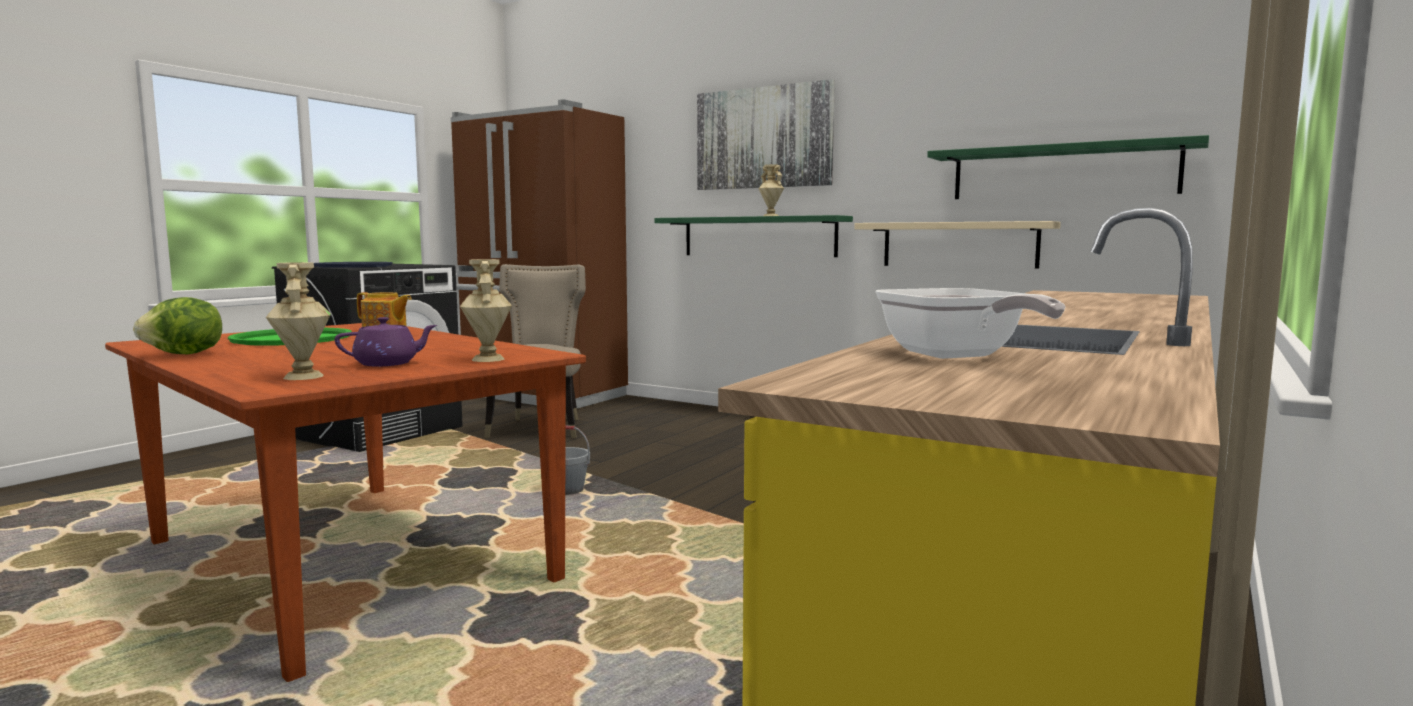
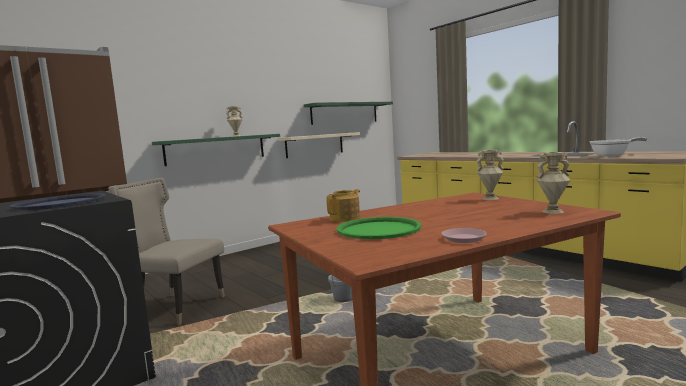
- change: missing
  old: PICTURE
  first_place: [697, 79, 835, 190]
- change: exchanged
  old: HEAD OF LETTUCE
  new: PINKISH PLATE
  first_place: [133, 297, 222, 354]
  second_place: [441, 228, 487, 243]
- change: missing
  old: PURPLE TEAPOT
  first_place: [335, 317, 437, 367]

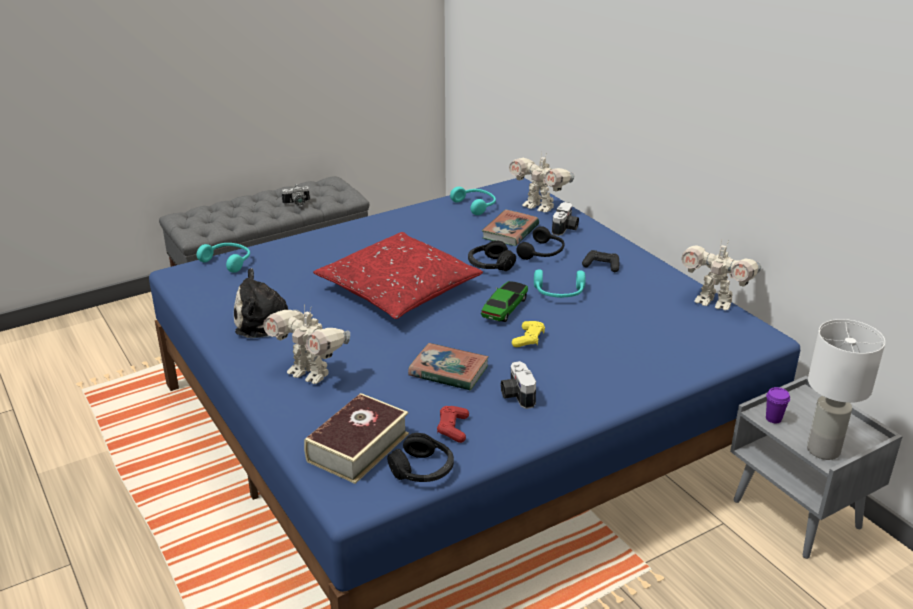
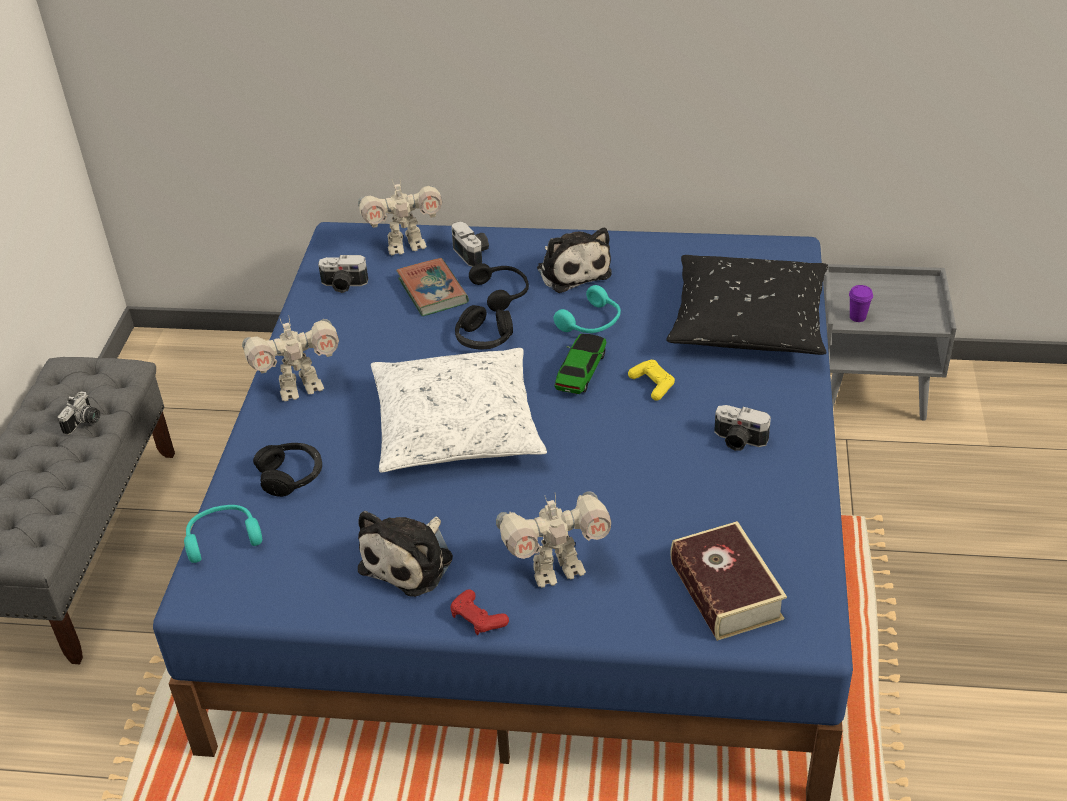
- change: exchanged
  old: BLUE-GREEN HEADPHONES
  new: STILL CAMERA
  first_place: [450, 187, 496, 215]
  second_place: [318, 255, 368, 293]
- change: colour
  old: RED PILLOW
  new: WHITE-COLOURED PILLOW
  first_place: [313, 232, 483, 319]
  second_place: [371, 348, 547, 473]
- change: relocated
  old: ROBOT FIGURE
  first_place: [681, 239, 761, 310]
  second_place: [242, 319, 339, 401]
- change: exchanged
  old: BLACK-COLOURED GAME CONTROLLER
  new: CUDDLY TOY
  first_place: [582, 250, 619, 272]
  second_place: [537, 228, 612, 293]
- change: spun
  old: TOY CAR
  first_place: [481, 281, 528, 322]
  second_place: [554, 334, 606, 394]
  degrees: 45
- change: missing
  old: WHITE-COLOURED TABLETOP LAMP
  first_place: [807, 319, 885, 460]
- change: missing
  old: VOLUME
  first_place: [408, 343, 489, 391]
- change: relocated
  old: RED GAME CONTROLLER
  first_place: [437, 406, 469, 443]
  second_place: [450, 589, 509, 635]
- change: relocated
  old: BLACK-COLOURED HEADPHONES
  first_place: [387, 433, 454, 482]
  second_place: [253, 443, 322, 497]
- change: appeared
  new: BLACK-COLOURED PILLOW
  second_place: [666, 255, 828, 355]

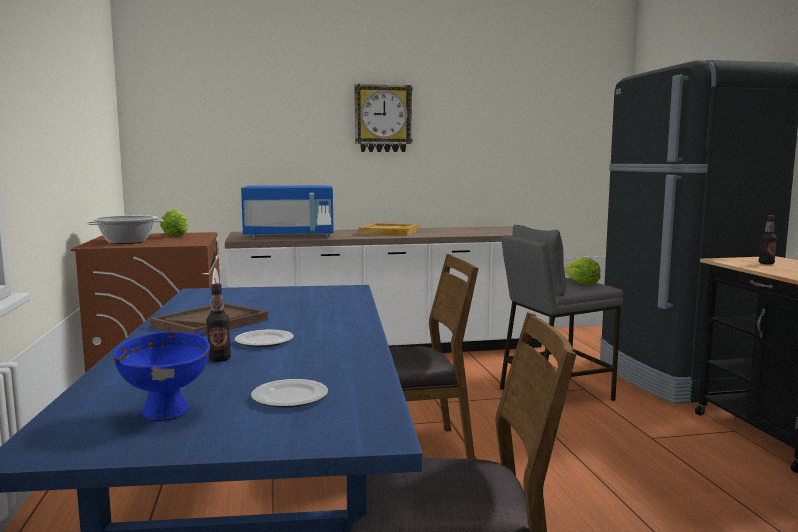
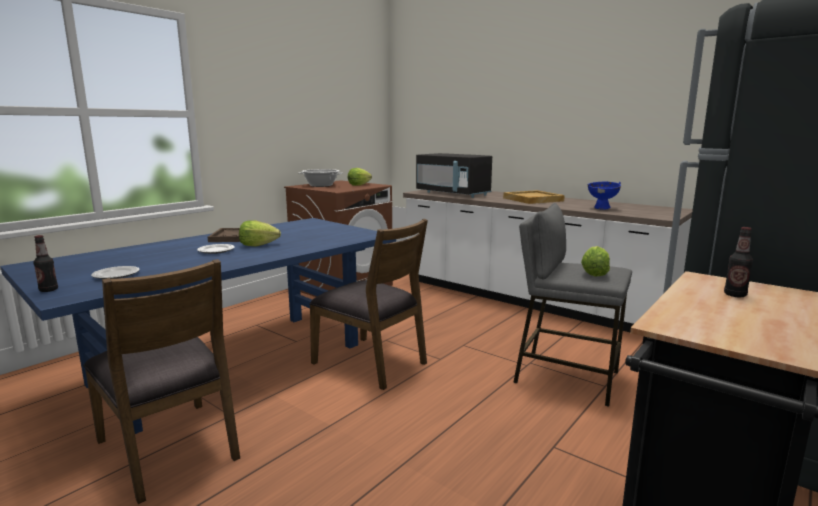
- change: missing
  old: CLOCK ON THE WALL
  first_place: [354, 84, 413, 152]
- change: colour
  old: BLUE-COLOURED KITCHEN MICROWAVE
  new: BLACK-COLOURED KITCHEN MICROWAVE
  first_place: [241, 186, 334, 238]
  second_place: [416, 153, 492, 198]
- change: relocated
  old: BEVERAGE BOTTLE
  first_place: [207, 284, 231, 362]
  second_place: [33, 235, 58, 292]
- change: relocated
  old: BLUE-COLOURED SERVING BOWL
  first_place: [113, 330, 210, 421]
  second_place: [587, 182, 621, 210]
- change: appeared
  new: HEAD OF LETTUCE
  second_place: [239, 220, 281, 246]

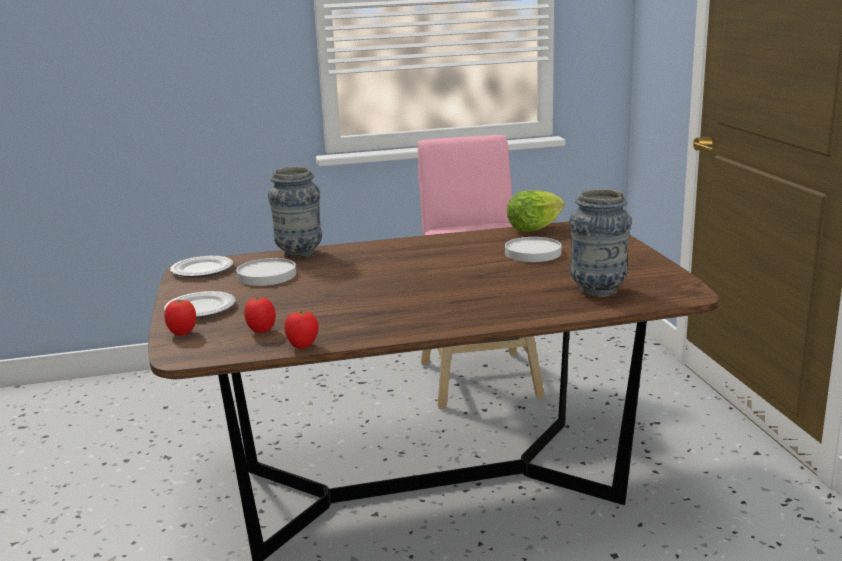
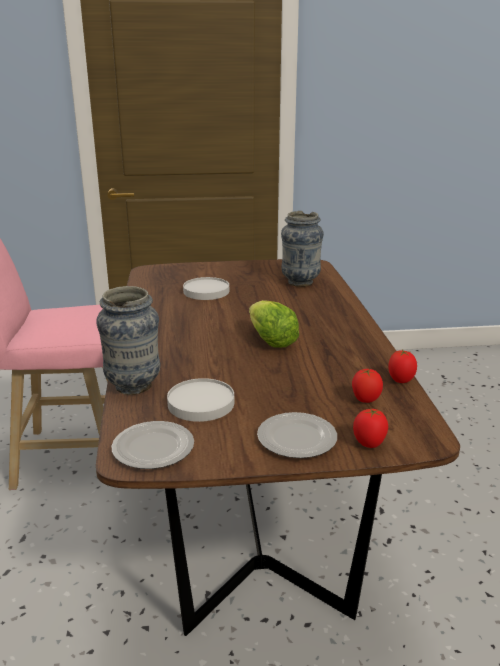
- change: relocated
  old: HEAD OF LETTUCE
  first_place: [507, 190, 565, 232]
  second_place: [249, 300, 299, 348]

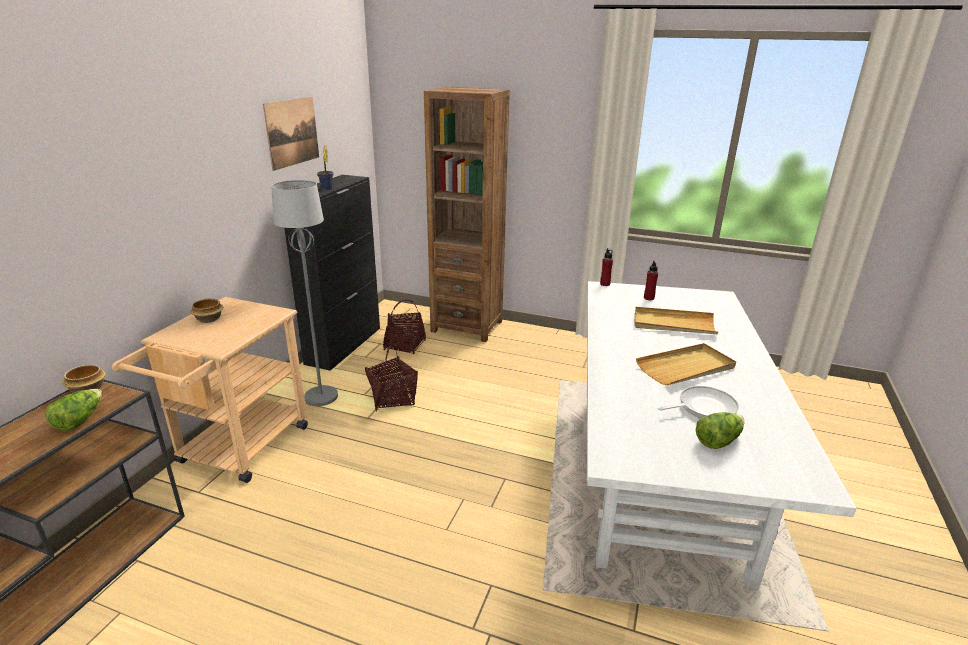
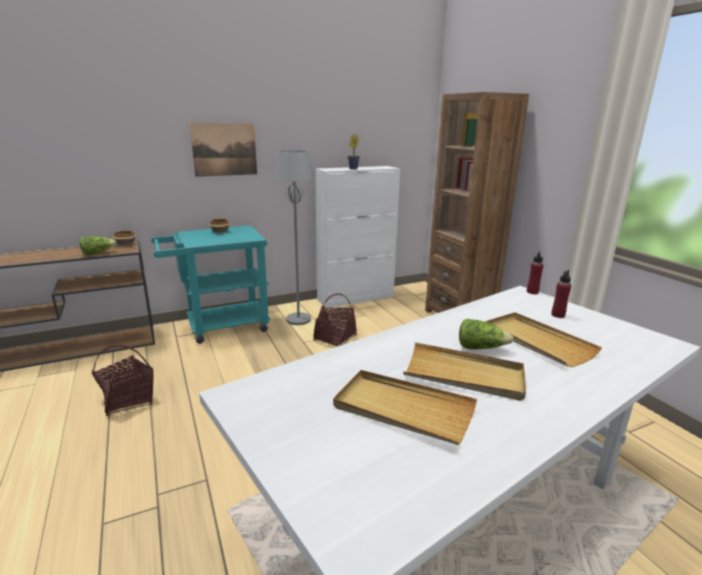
- change: relocated
  old: PICTURE
  first_place: [263, 97, 319, 171]
  second_place: [189, 123, 257, 177]
- change: colour
  old: BLACK-COLOURED STORAGE CABINET
  new: WHITE-COLOURED STORAGE CABINET
  first_place: [284, 175, 380, 371]
  second_place: [315, 166, 400, 308]
- change: colour
  old: BEIGE-COLOURED CART
  new: BLUE-GREEN CART
  first_place: [112, 297, 308, 483]
  second_place: [151, 225, 271, 344]
- change: relocated
  old: HOUSEHOLD BASKET
  first_place: [383, 299, 426, 354]
  second_place: [91, 345, 154, 416]
- change: exchanged
  old: SKILLET
  new: BEIGE-COLOURED TRAY
  first_place: [658, 386, 739, 419]
  second_place: [333, 370, 477, 445]
- change: relocated
  old: HEAD OF LETTUCE
  first_place: [696, 412, 744, 449]
  second_place: [459, 319, 513, 350]

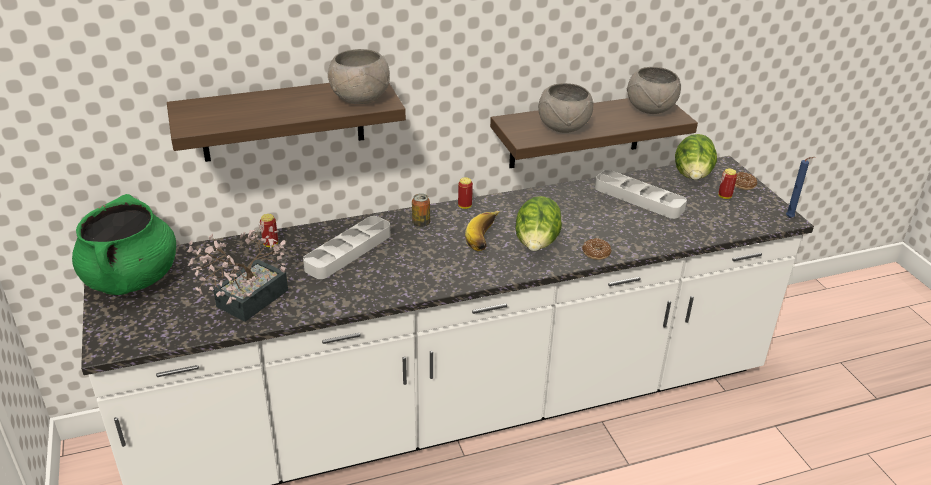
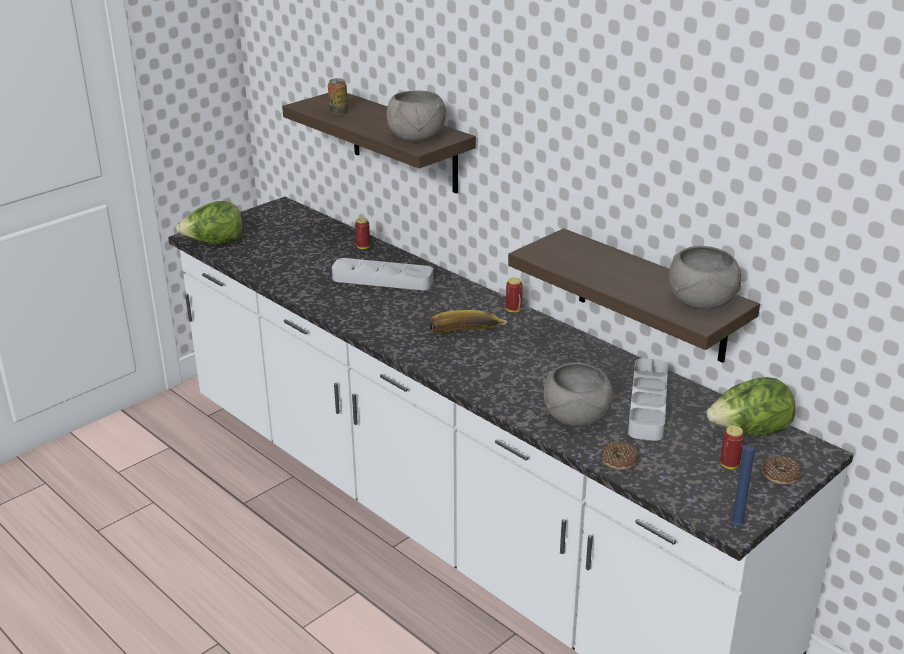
- change: relocated
  old: GREY SERVING BOWL
  first_place: [538, 83, 594, 133]
  second_place: [544, 363, 614, 427]
- change: relocated
  old: CAN
  first_place: [412, 193, 430, 227]
  second_place: [328, 78, 348, 114]
- change: missing
  old: GREENISH SAUCEPOT
  first_place: [72, 194, 176, 295]
- change: relocated
  old: HEAD OF LETTUCE
  first_place: [515, 196, 562, 251]
  second_place: [176, 201, 243, 245]
- change: missing
  old: HOUSEPLANT
  first_place: [186, 225, 288, 322]
- change: relocated
  old: RING DOUGHNUT
  first_place: [582, 238, 612, 260]
  second_place: [601, 442, 639, 470]

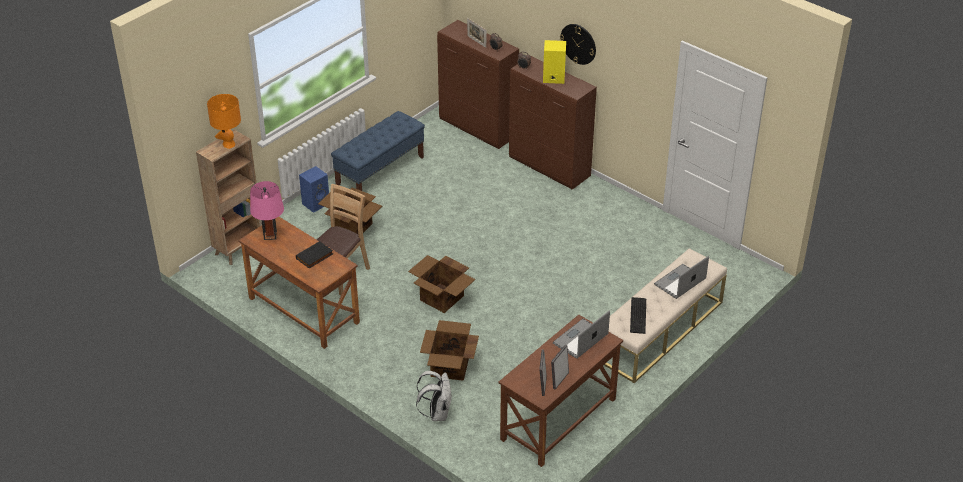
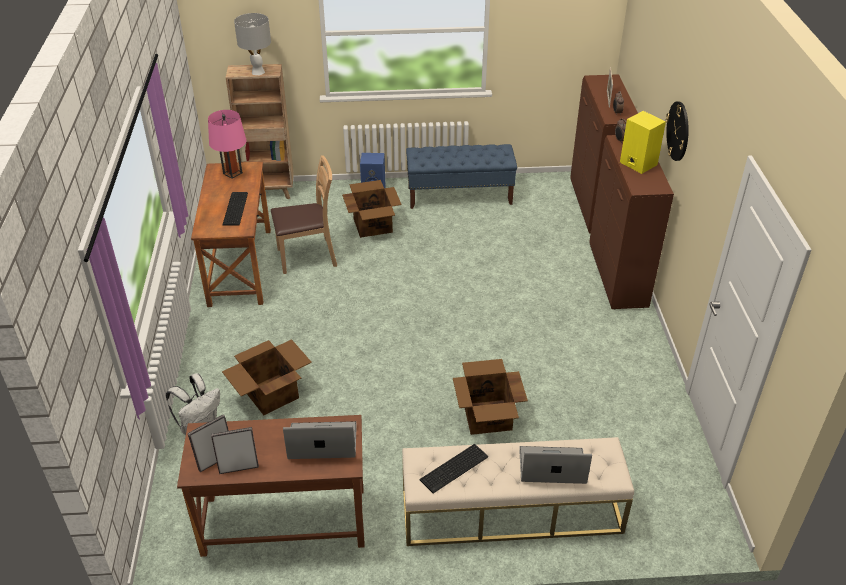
- change: colour
  old: ORANGE-COLOURED TABLETOP LAMP
  new: GREY TABLETOP LAMP
  first_place: [207, 94, 241, 149]
  second_place: [234, 13, 271, 75]
- change: exchanged
  old: BLACK-COLOURED VOLUME
  new: PC KEYBOARD
  first_place: [296, 241, 333, 269]
  second_place: [223, 192, 248, 226]
- change: relocated
  old: PACKING BOX
  first_place: [408, 255, 475, 313]
  second_place: [453, 359, 528, 435]

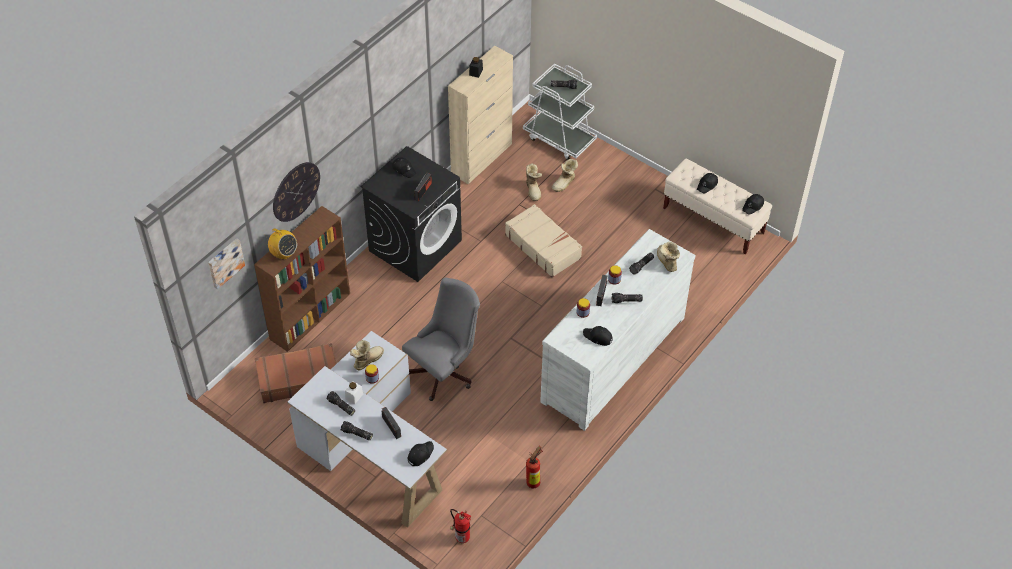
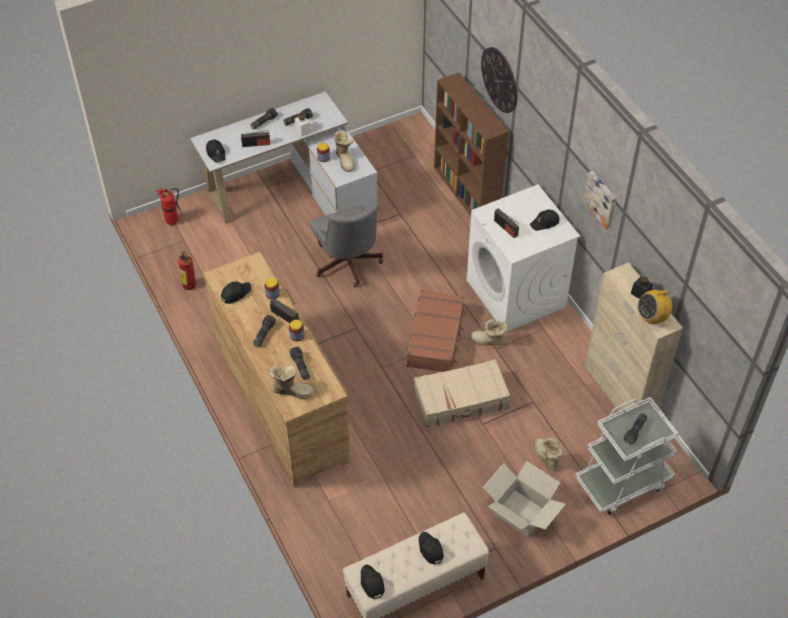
- change: colour
  old: BLACK-COLOURED LAUNDRY APPLIANCE
  new: WHITE-COLOURED LAUNDRY APPLIANCE
  first_place: [360, 146, 462, 282]
  second_place: [467, 184, 580, 332]
- change: relocated
  old: TALL BOOT
  first_place: [526, 163, 542, 201]
  second_place: [469, 319, 508, 345]
- change: relocated
  old: RADIO SET
  first_place: [265, 229, 297, 259]
  second_place: [637, 285, 672, 324]
- change: colour
  old: WHITE-COLOURED DRAWER CHEST
  new: BROWNISH DRAWER CHEST
  first_place: [540, 229, 696, 431]
  second_place: [203, 252, 350, 487]
- change: relocated
  old: PICTURE
  first_place: [208, 238, 245, 289]
  second_place: [583, 170, 616, 229]
- change: relocated
  old: BROWNISH TRAVEL CASE
  first_place: [255, 343, 336, 403]
  second_place: [406, 290, 466, 372]
- change: appeared
  new: PACKING BOX
  second_place: [483, 461, 566, 537]

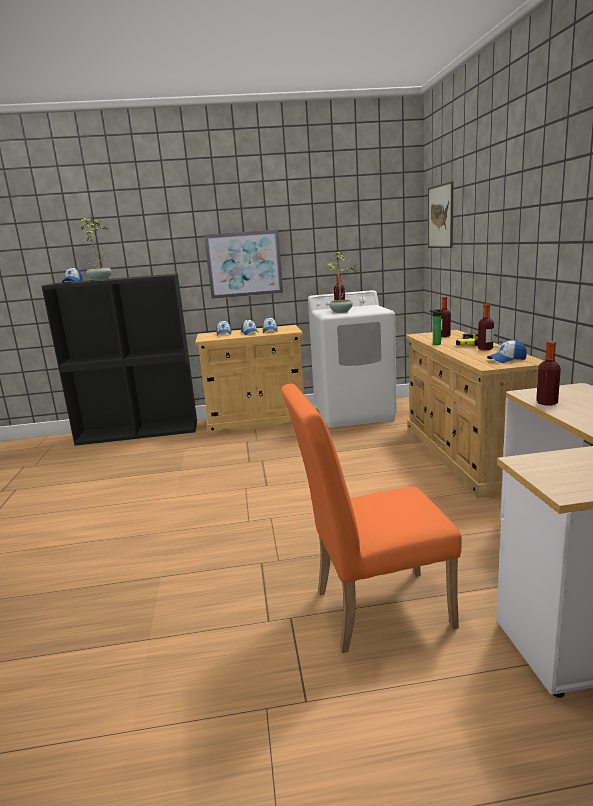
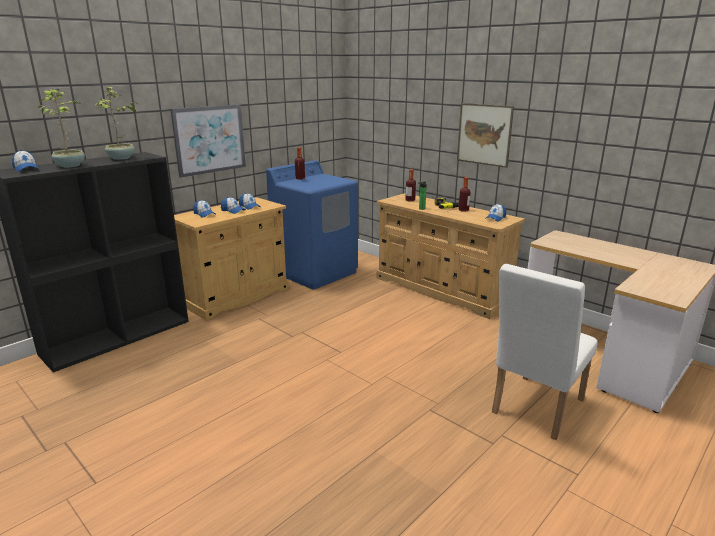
- change: relocated
  old: PICTURE
  first_place: [428, 181, 453, 248]
  second_place: [457, 103, 514, 168]
- change: relocated
  old: HOUSEPLANT
  first_place: [327, 252, 357, 313]
  second_place: [97, 87, 136, 160]
- change: colour
  old: WHITE-COLOURED LAUNDRY APPLIANCE
  new: BLUE-COLOURED LAUNDRY APPLIANCE
  first_place: [308, 290, 397, 428]
  second_place: [266, 160, 358, 290]
- change: missing
  old: BEVERAGE BOTTLE
  first_place: [536, 341, 561, 405]
- change: colour
  old: ORANGE-COLOURED CHAIR
  new: WHITE-COLOURED CHAIR
  first_place: [281, 384, 462, 653]
  second_place: [492, 264, 598, 440]

